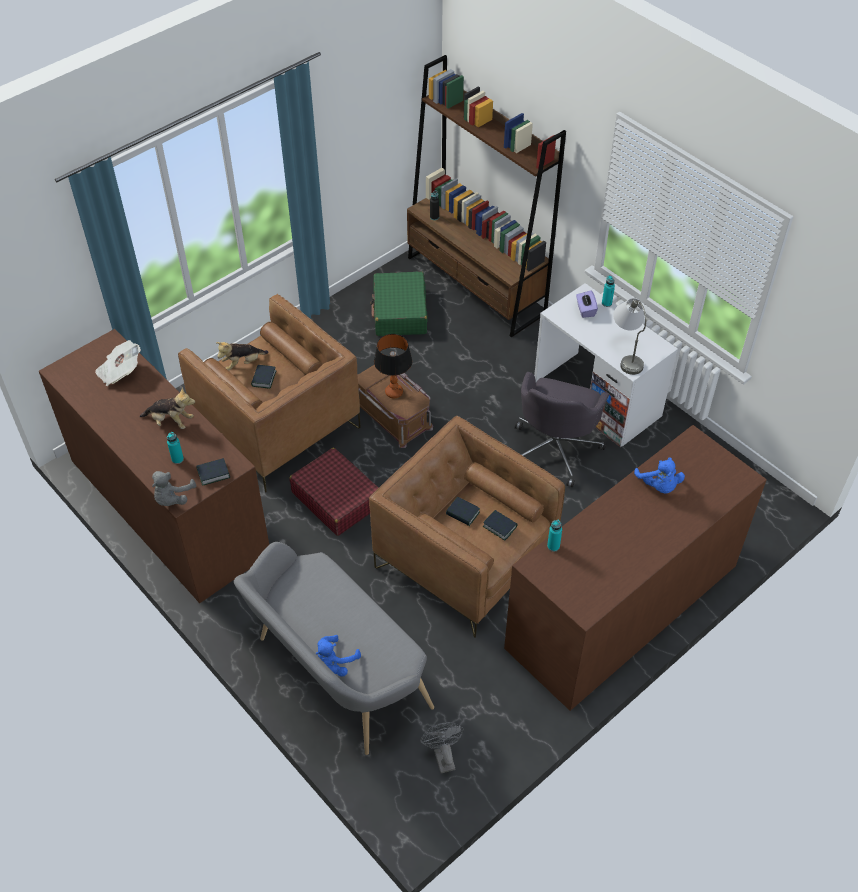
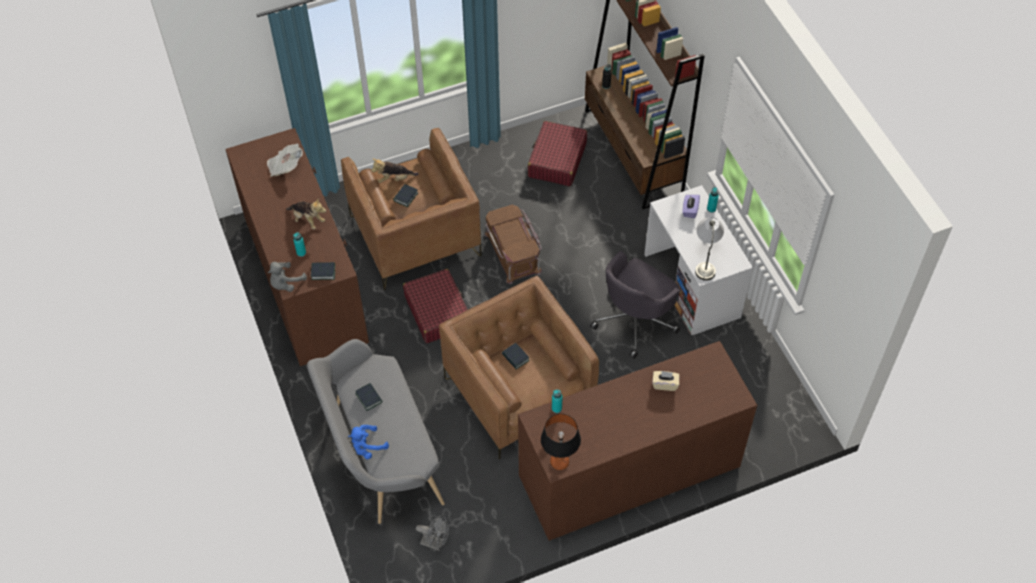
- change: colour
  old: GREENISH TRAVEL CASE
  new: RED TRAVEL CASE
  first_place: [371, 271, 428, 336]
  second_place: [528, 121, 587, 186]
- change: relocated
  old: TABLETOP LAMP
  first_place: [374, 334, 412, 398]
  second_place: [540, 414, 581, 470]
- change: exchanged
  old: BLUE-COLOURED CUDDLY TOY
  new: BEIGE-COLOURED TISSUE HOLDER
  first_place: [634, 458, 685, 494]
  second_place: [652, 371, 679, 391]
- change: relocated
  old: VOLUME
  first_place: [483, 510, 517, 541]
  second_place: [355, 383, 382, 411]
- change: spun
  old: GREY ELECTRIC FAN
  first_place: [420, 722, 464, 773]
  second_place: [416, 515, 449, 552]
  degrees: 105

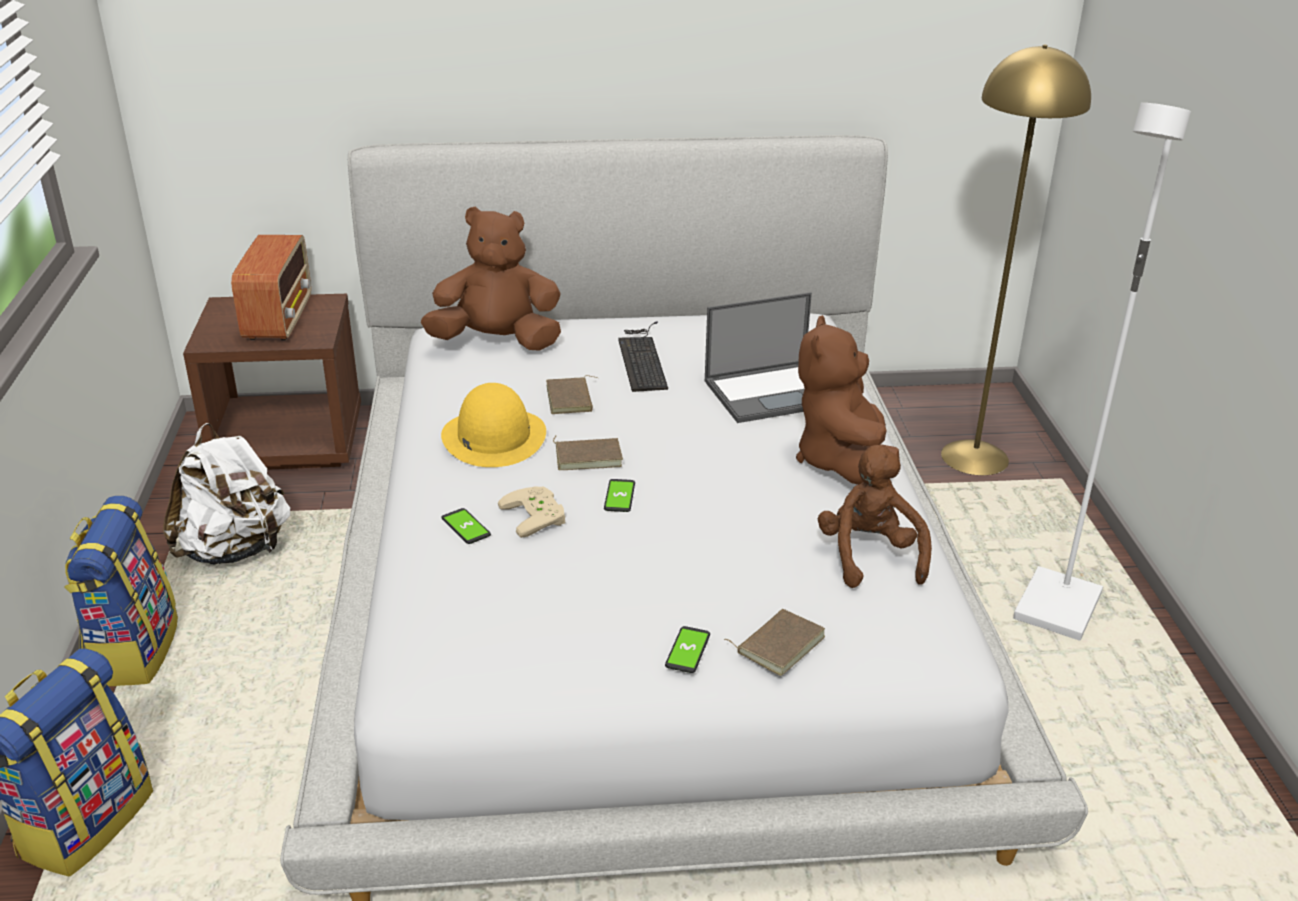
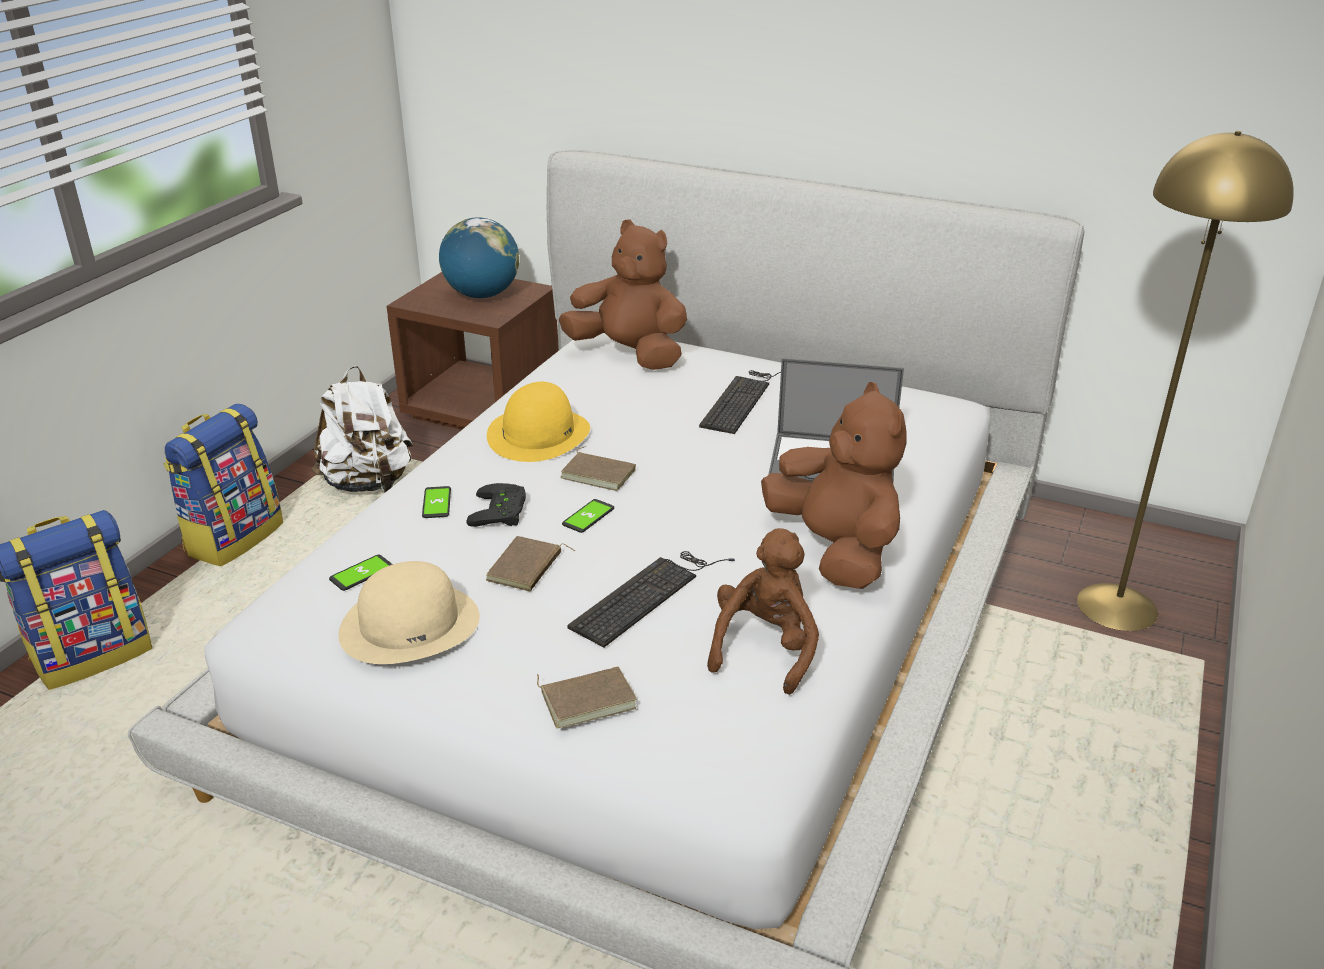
- change: missing
  old: WHITE-COLOURED STANDARD LAMP
  first_place: [1013, 103, 1191, 640]
- change: exchanged
  old: RADIO SET
  new: GLOBE
  first_place: [231, 235, 311, 341]
  second_place: [439, 217, 519, 298]
- change: spun
  old: BROWNISH CUDDLY TOY
  first_place: [796, 315, 900, 485]
  second_place: [761, 382, 906, 589]
  degrees: 120
- change: relocated
  old: BROWNISH VOLUME
  first_place: [546, 375, 597, 414]
  second_place: [486, 536, 575, 591]
- change: colour
  old: BEIGE-COLOURED GAME CONTROLLER
  new: BLACK-COLOURED GAME CONTROLLER
  first_place: [498, 486, 565, 538]
  second_place: [466, 483, 526, 527]
- change: relocated
  old: TELEPHONE
  first_place: [665, 626, 710, 673]
  second_place: [329, 555, 393, 591]
- change: appeared
  new: PC KEYBOARD
  second_place: [567, 551, 735, 648]
- change: appeared
  new: BEIGE-COLOURED CLOTHING HAT
  second_place: [338, 561, 480, 664]

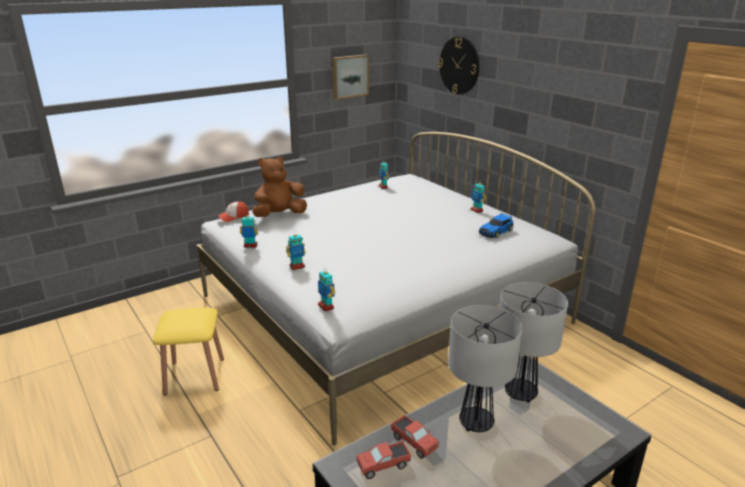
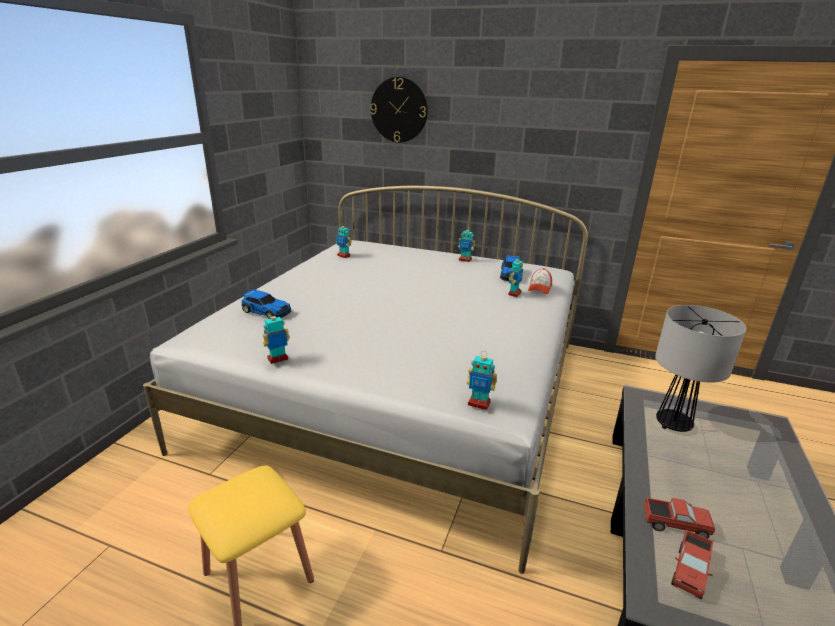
- change: missing
  old: PICTURE
  first_place: [333, 54, 369, 99]
- change: exchanged
  old: BROWNISH CUDDLY TOY
  new: TOY CAR
  first_place: [252, 157, 307, 217]
  second_place: [241, 289, 291, 319]
- change: relocated
  old: PEAKED CAP
  first_place: [218, 201, 249, 222]
  second_place: [528, 268, 552, 294]
- change: relocated
  old: ROBOT FIGURE
  first_place: [286, 233, 306, 270]
  second_place: [509, 255, 523, 297]
- change: missing
  old: TABLETOP LAMP
  first_place: [448, 305, 523, 432]

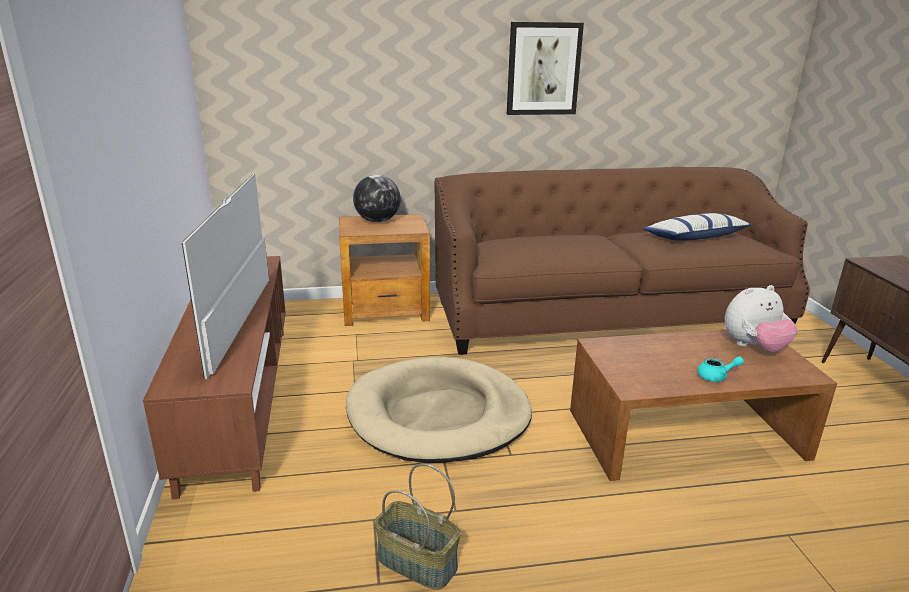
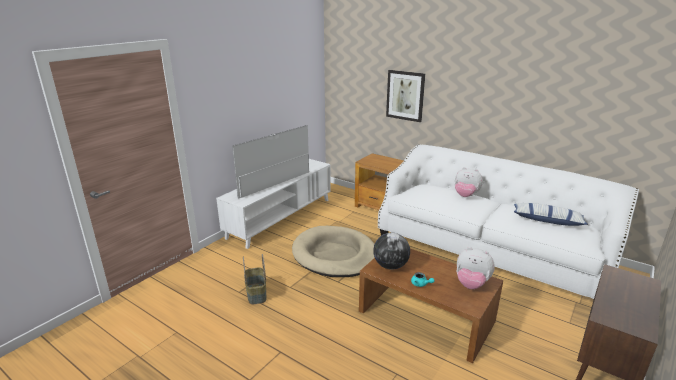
- change: relocated
  old: PICTURE
  first_place: [507, 22, 584, 115]
  second_place: [386, 70, 425, 122]
- change: colour
  old: BROWNISH SOFA
  new: WHITE-COLOURED SOFA
  first_place: [434, 167, 810, 355]
  second_place: [378, 145, 639, 299]
- change: relocated
  old: GLOBE
  first_place: [353, 175, 401, 222]
  second_place: [373, 233, 410, 270]
- change: colour
  old: BROWNISH TV UNIT
  new: WHITE-COLOURED TV UNIT
  first_place: [143, 256, 286, 500]
  second_place: [216, 159, 331, 249]
- change: appeared
  new: CUDDLY TOY
  second_place: [455, 167, 483, 197]

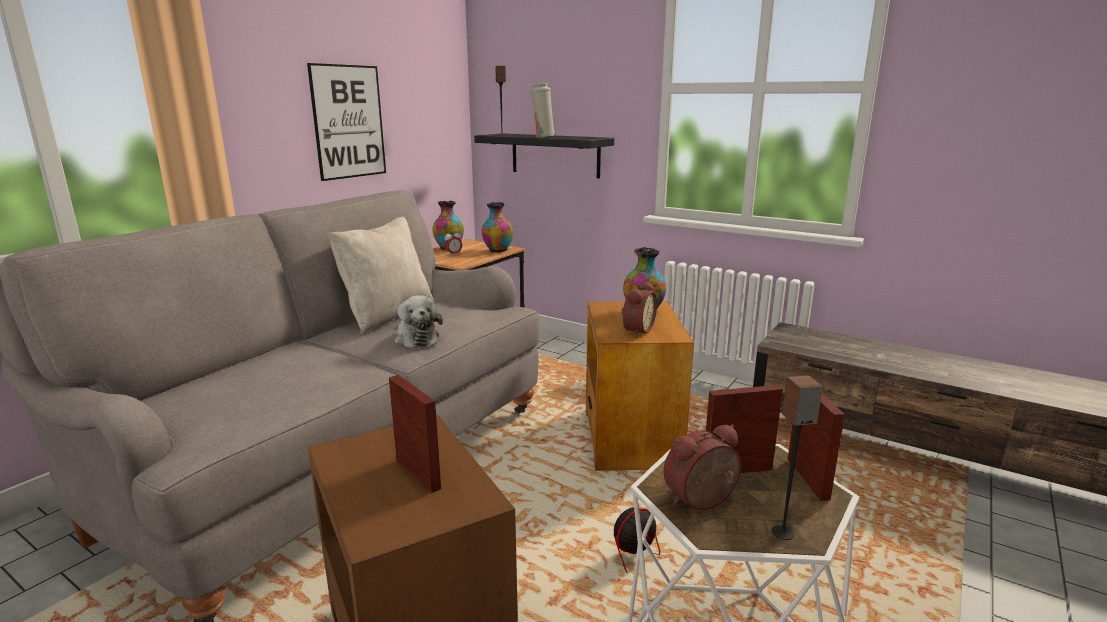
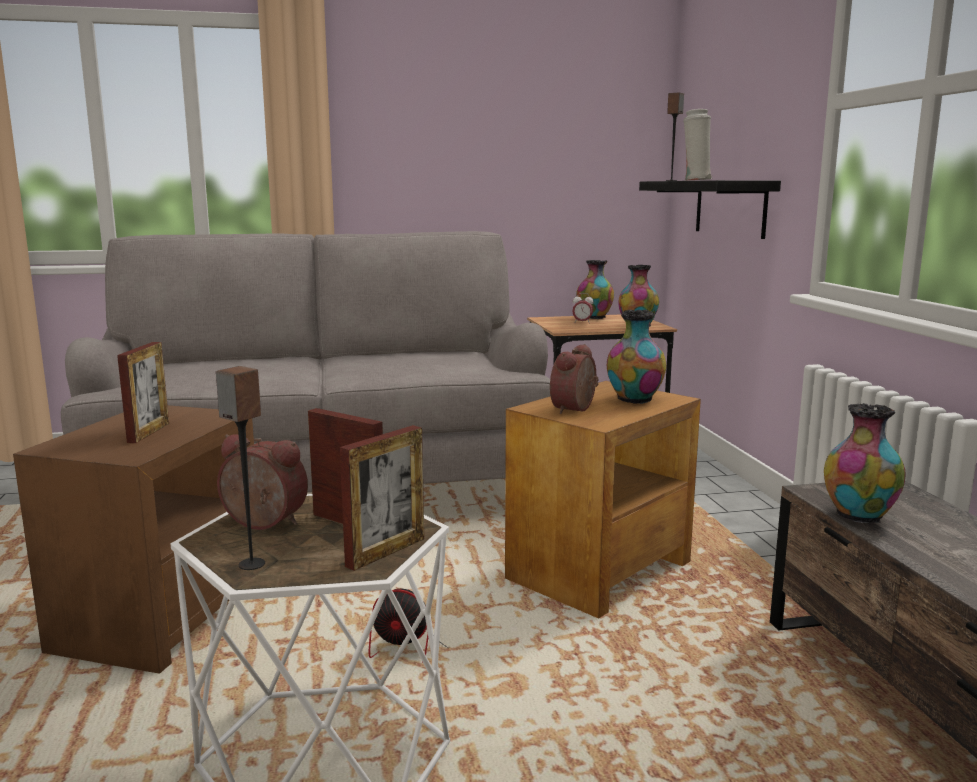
- change: missing
  old: PICTURE
  first_place: [307, 63, 386, 181]
- change: missing
  old: BEIGE-COLOURED PILLOW
  first_place: [329, 217, 435, 334]
- change: spun
  old: ALARM CLOCK
  first_place: [621, 281, 657, 337]
  second_place: [550, 344, 599, 414]
  degrees: 135
- change: missing
  old: CUDDLY TOY
  first_place: [395, 295, 443, 348]
- change: appeared
  new: FLOWER VASE
  second_place: [824, 403, 906, 523]

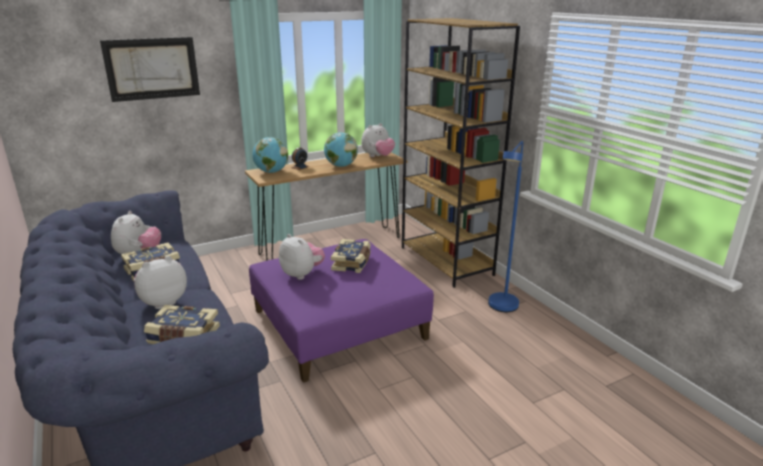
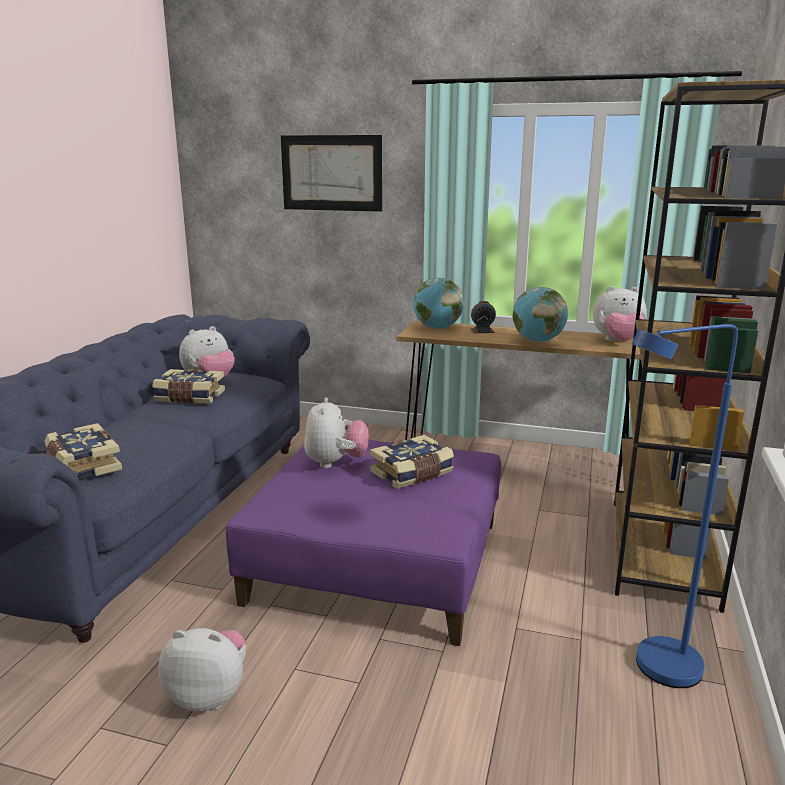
- change: relocated
  old: CUDDLY TOY
  first_place: [134, 256, 187, 309]
  second_place: [159, 628, 246, 711]

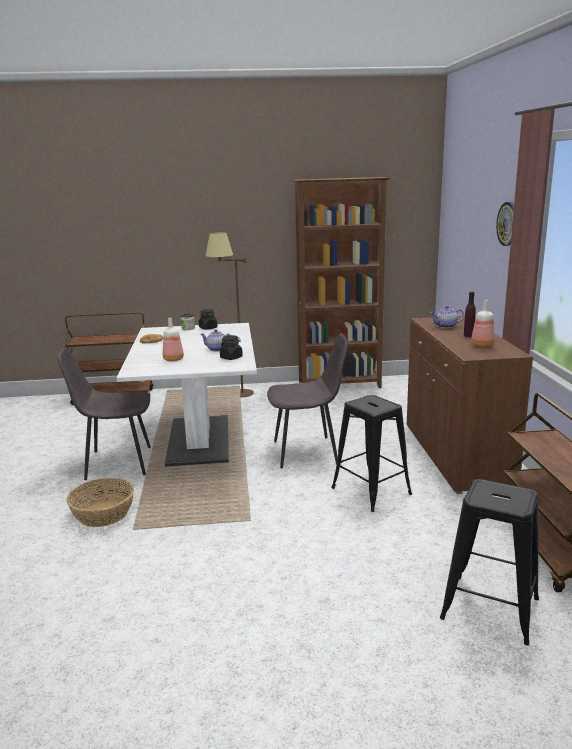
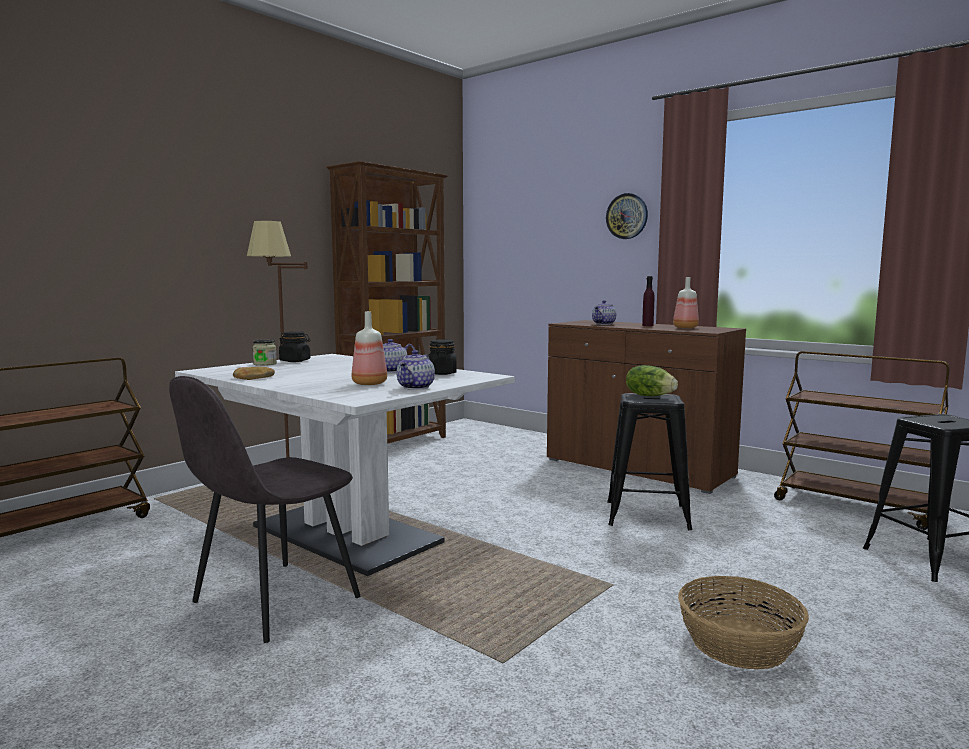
- change: missing
  old: GREY CHAIR
  first_place: [267, 333, 348, 468]
- change: relocated
  old: HOUSEHOLD BASKET
  first_place: [66, 478, 134, 527]
  second_place: [678, 576, 809, 670]
- change: appeared
  new: TEAPOT
  second_place: [397, 350, 435, 390]
- change: appeared
  new: HEAD OF LETTUCE
  second_place: [626, 365, 678, 396]

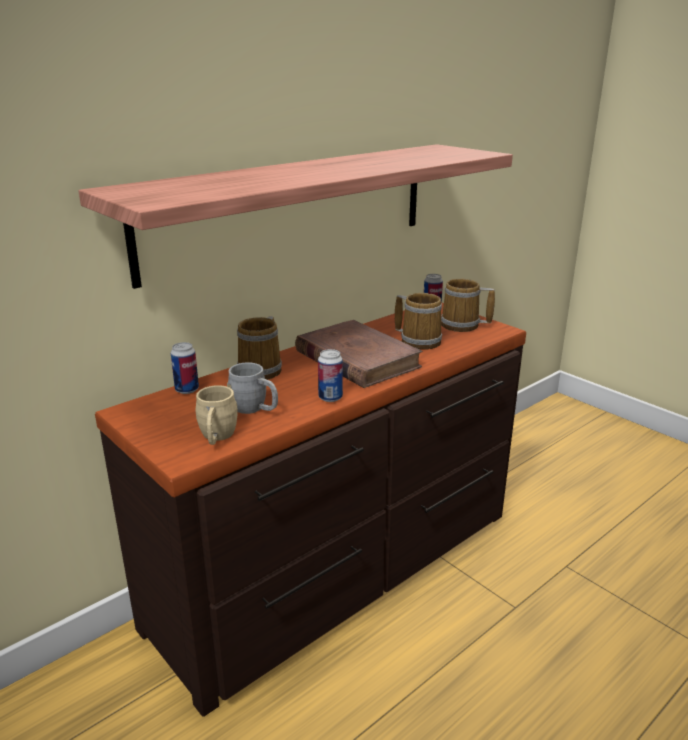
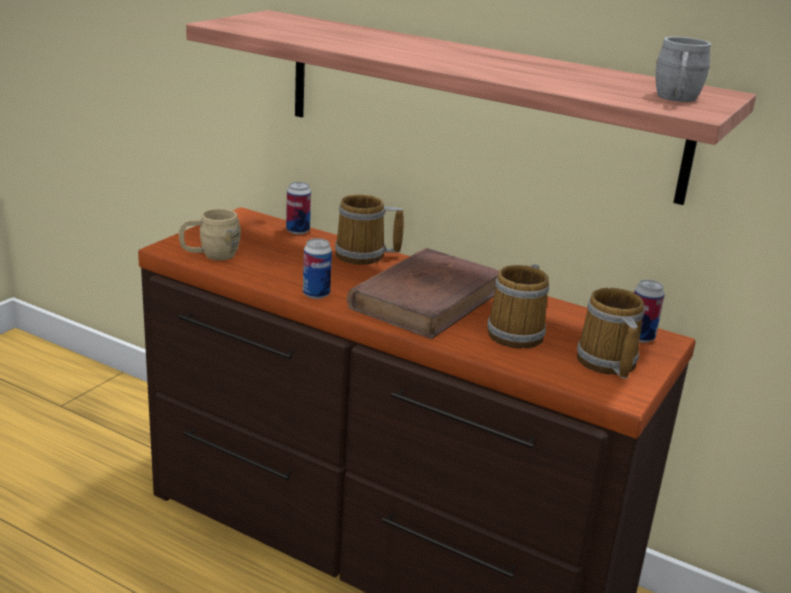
- change: relocated
  old: GREY TEA MUG
  first_place: [227, 362, 278, 414]
  second_place: [656, 36, 711, 102]

